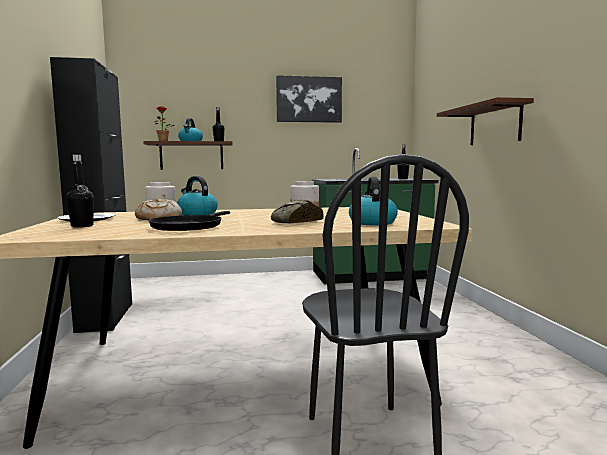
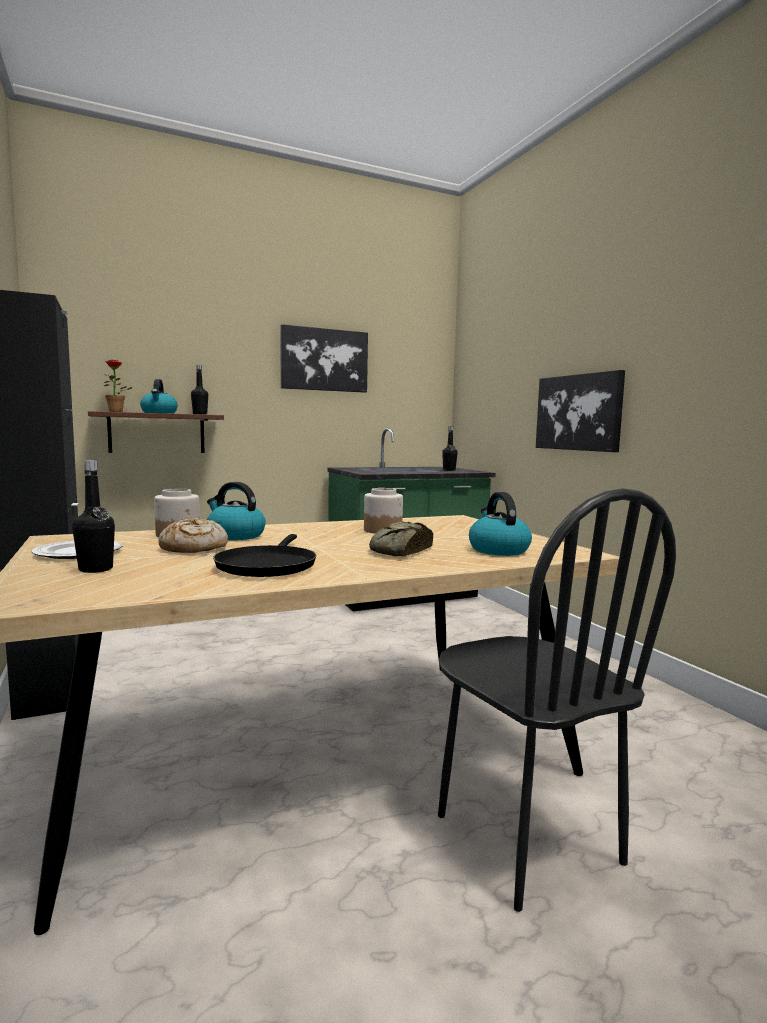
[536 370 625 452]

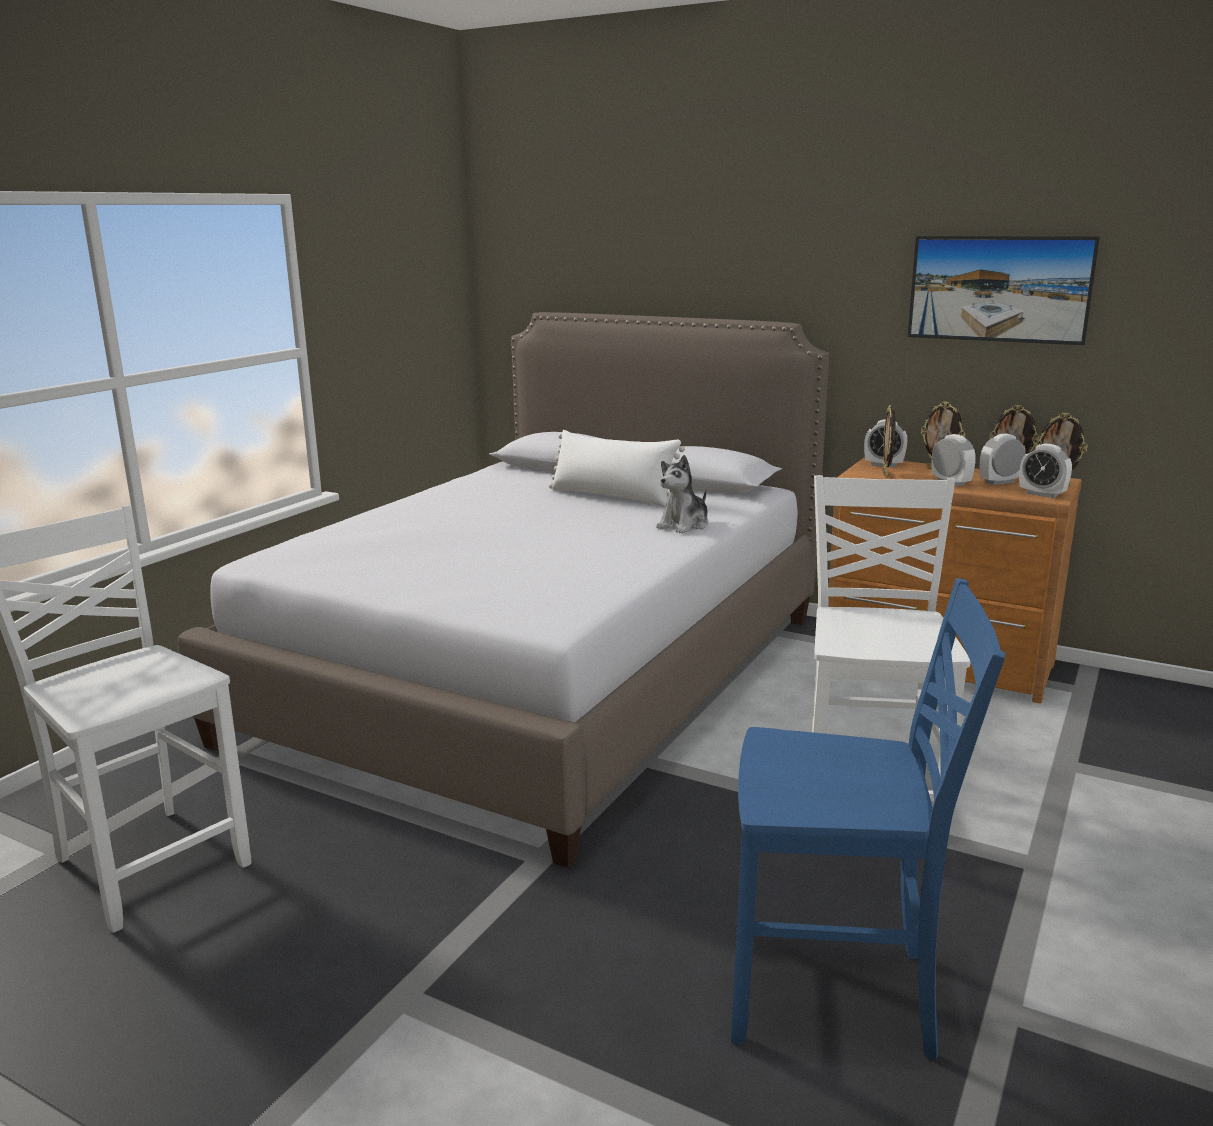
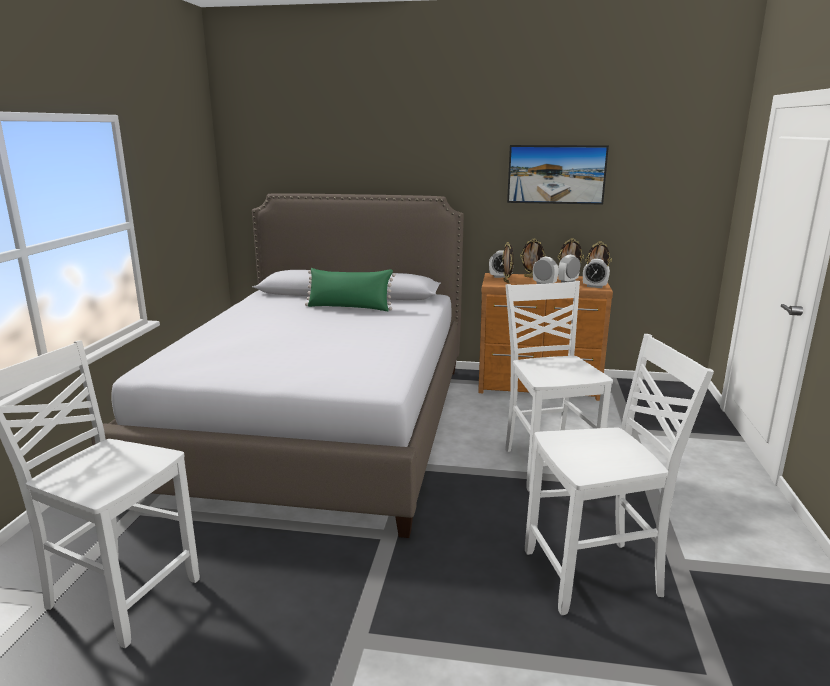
[305 268 396 311]
[656 455 708 534] (first image)
[525 334 714 615]

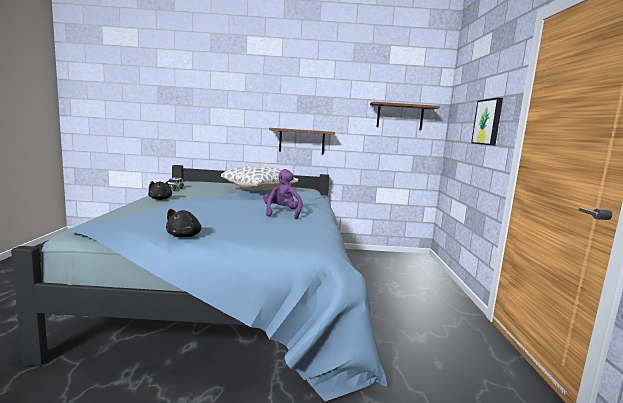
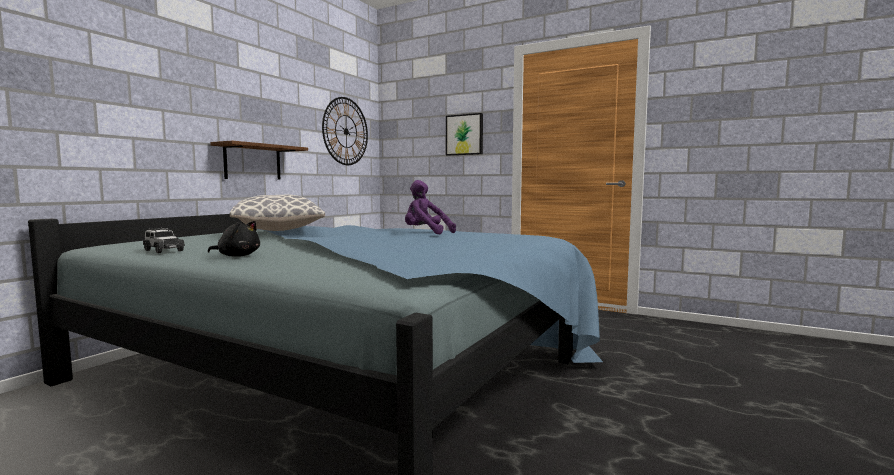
[322 97 368 165]
[166 209 201 237] (first image)

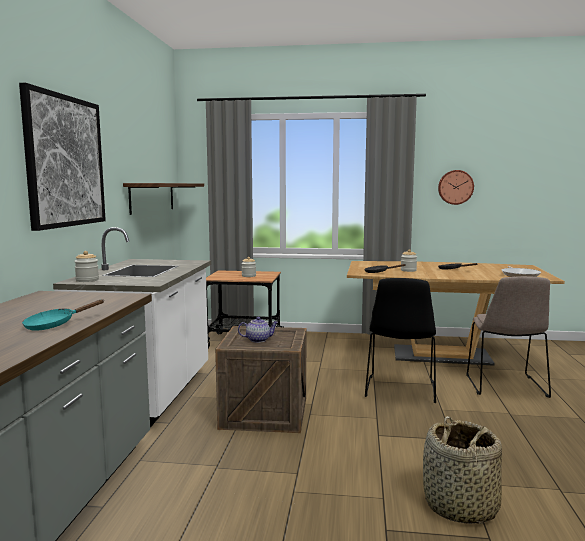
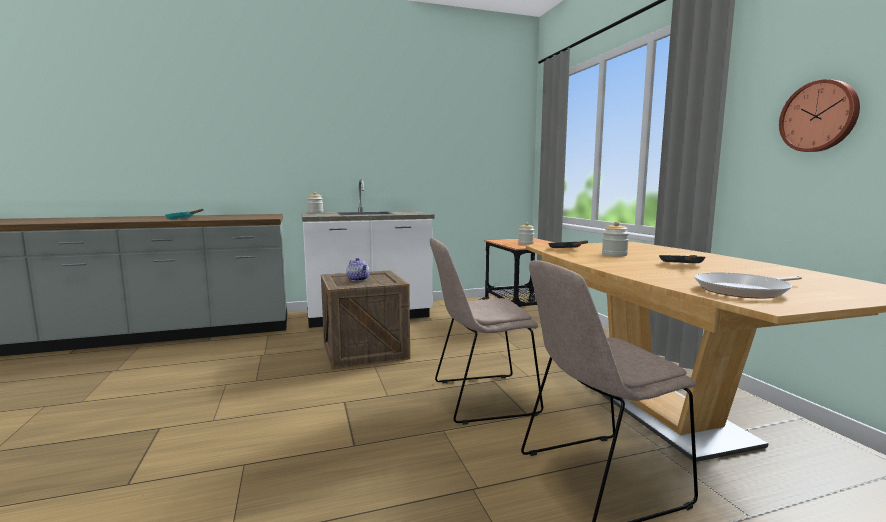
[19 83 106 231] (first image)
[123 183 204 215] (first image)
[430 238 543 425]
[423 416 502 524] (first image)

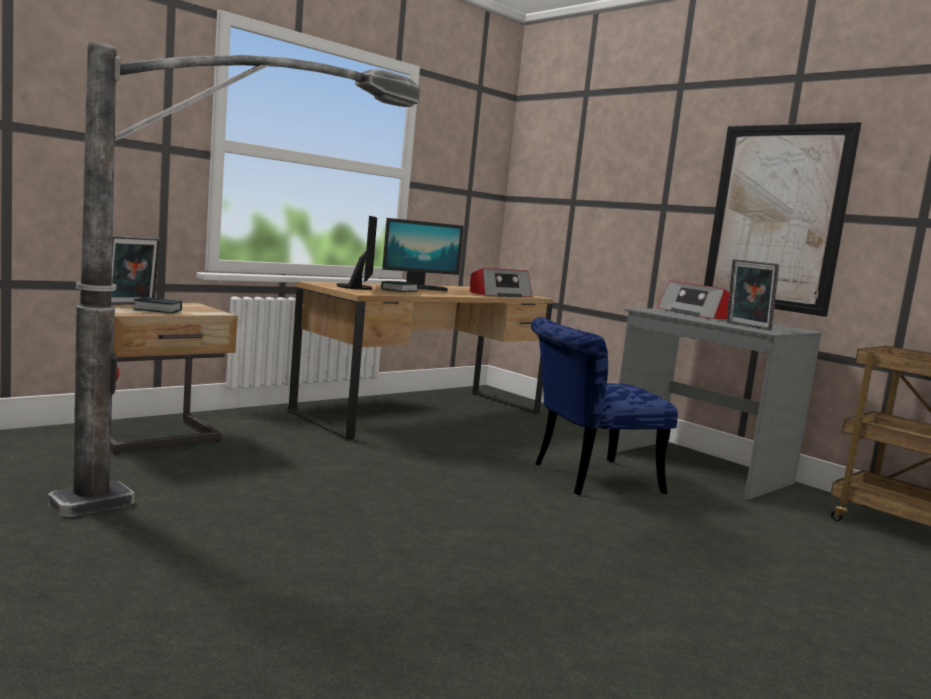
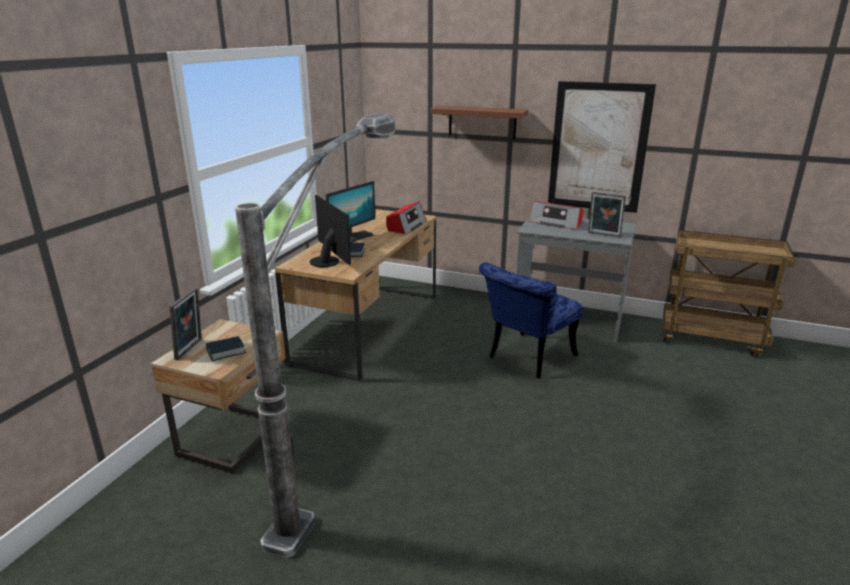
[430 105 528 140]

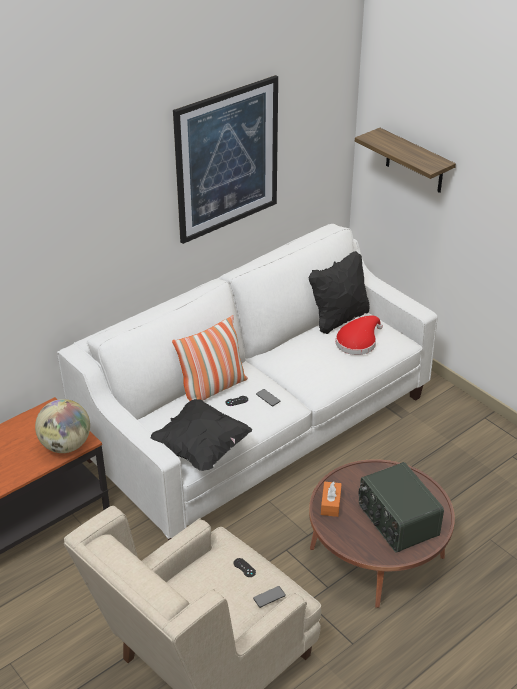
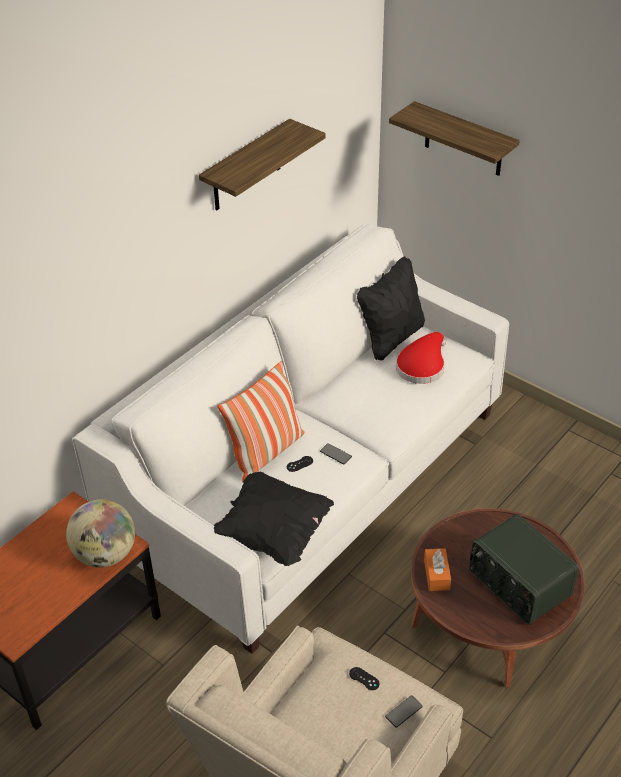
[199 119 326 210]

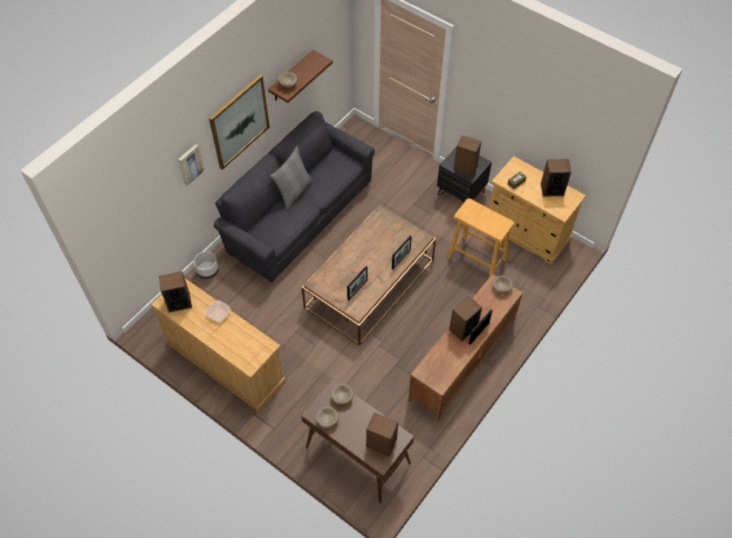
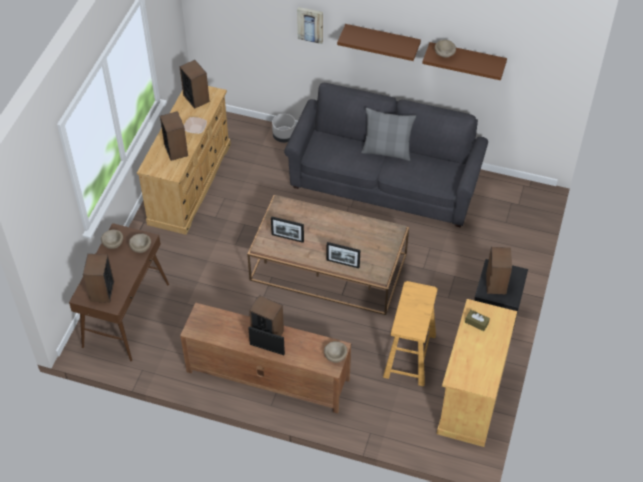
[337 24 421 61]
[160 111 188 161]

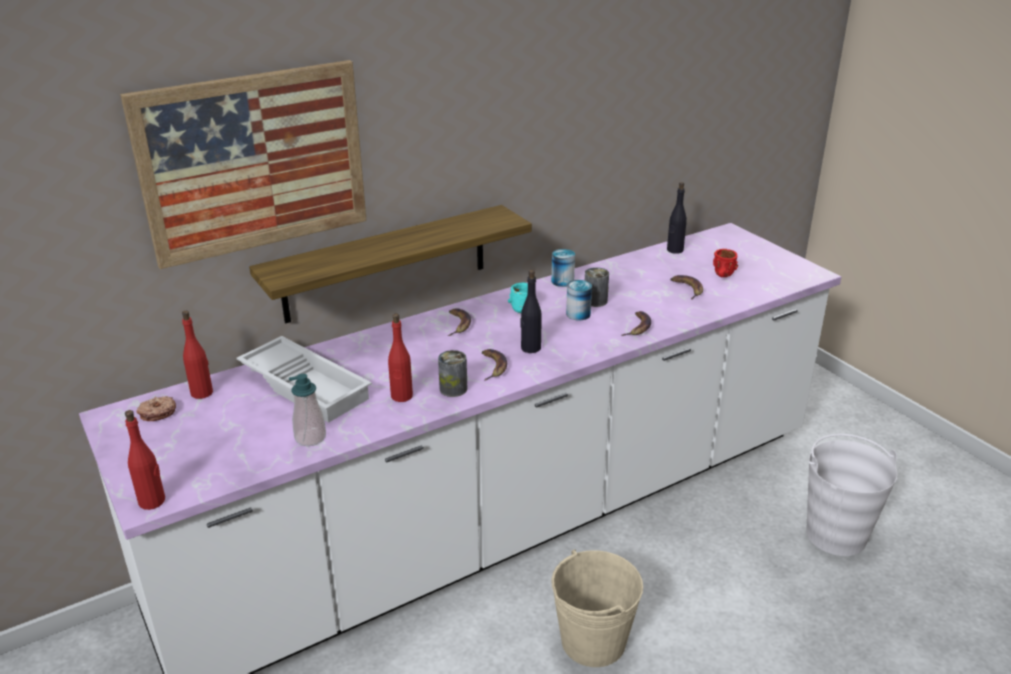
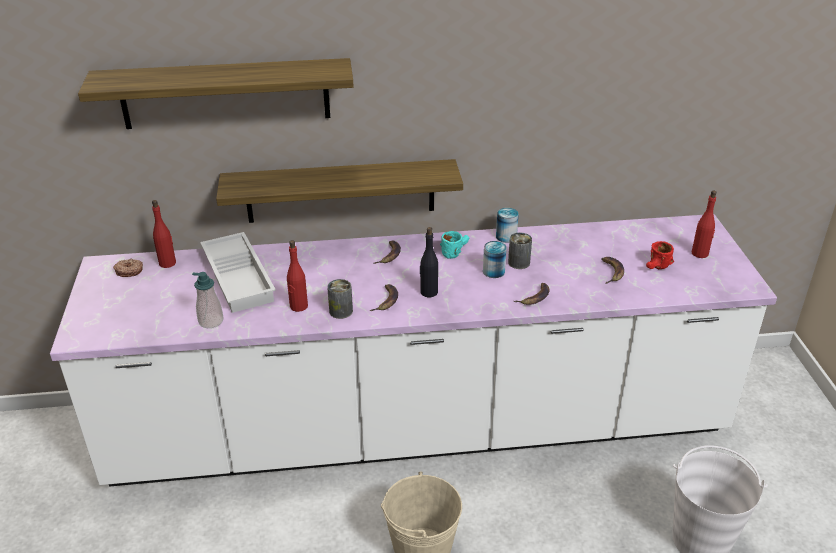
[78 58 354 129]
[667 182 687 254] (first image)
[692 190 716 258]

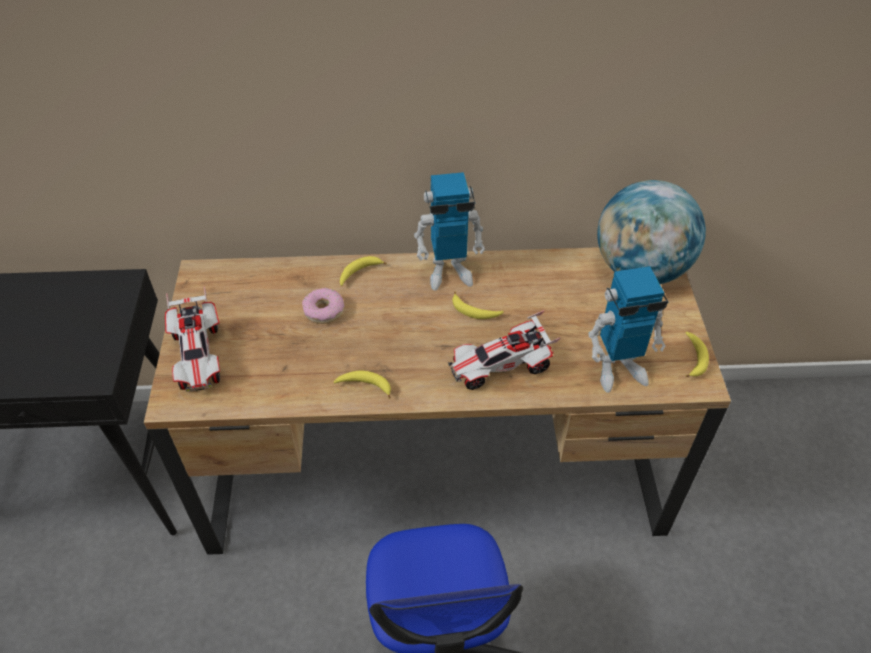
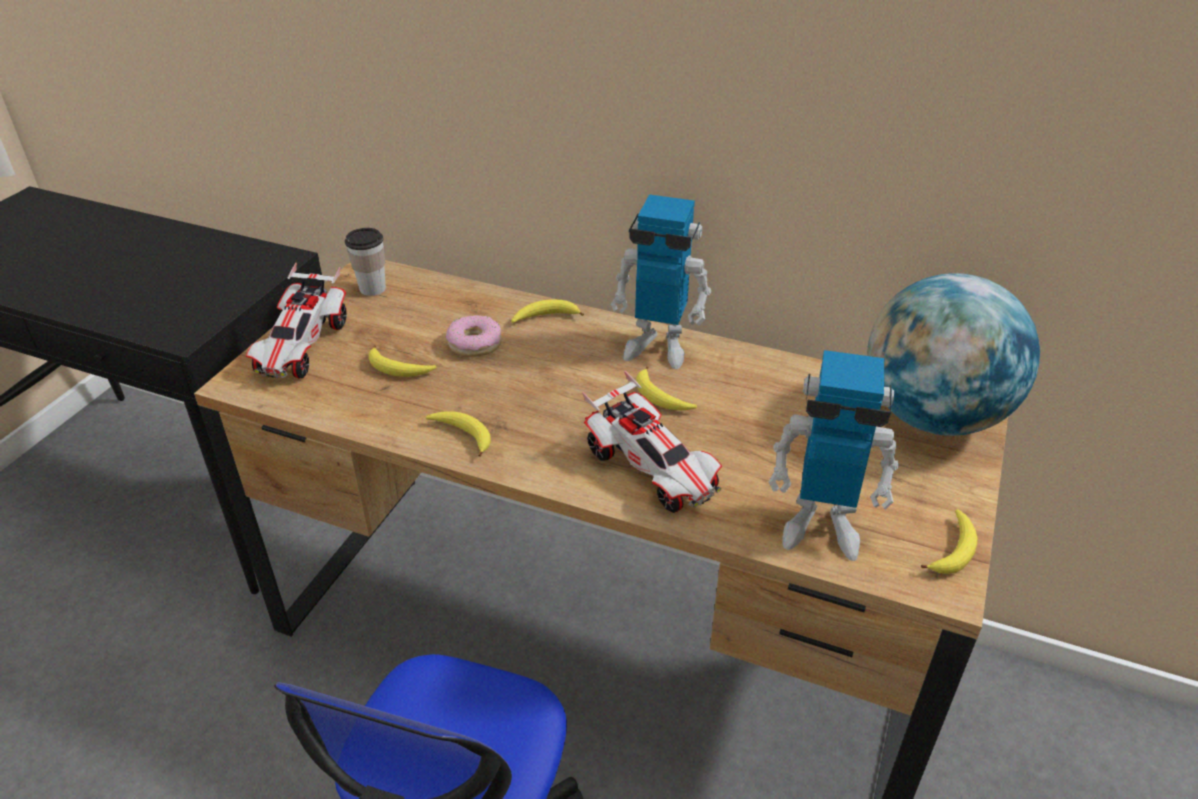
[582 371 722 513]
[345 228 386 296]
[369 345 436 377]

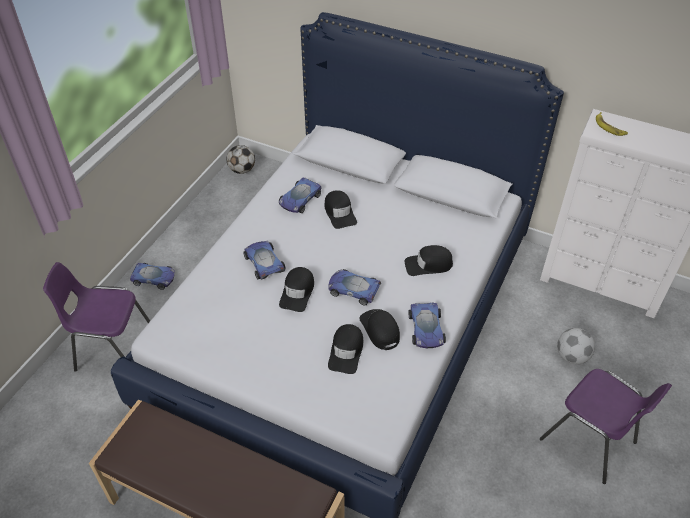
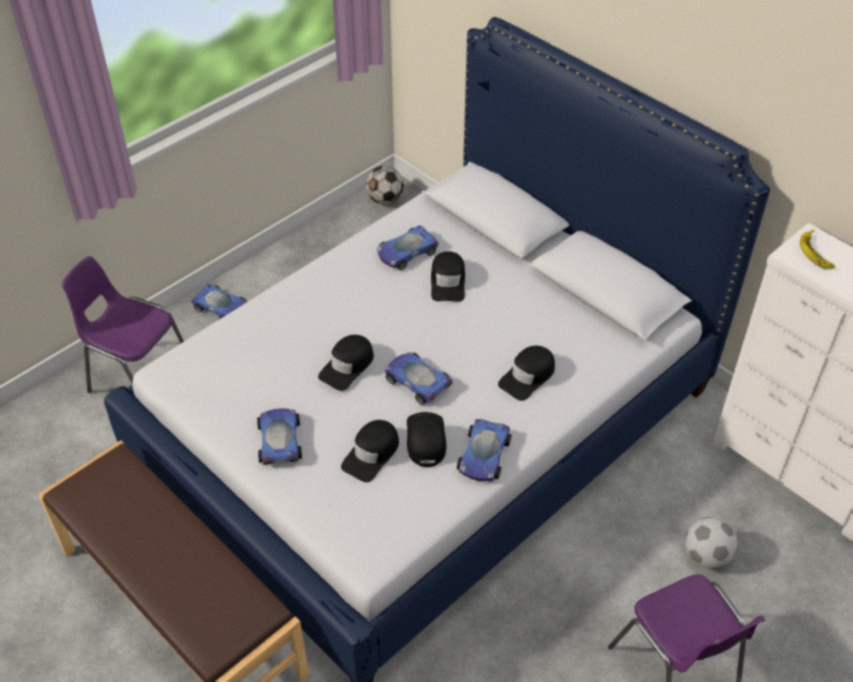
[257 408 302 465]
[498 346 555 401]

